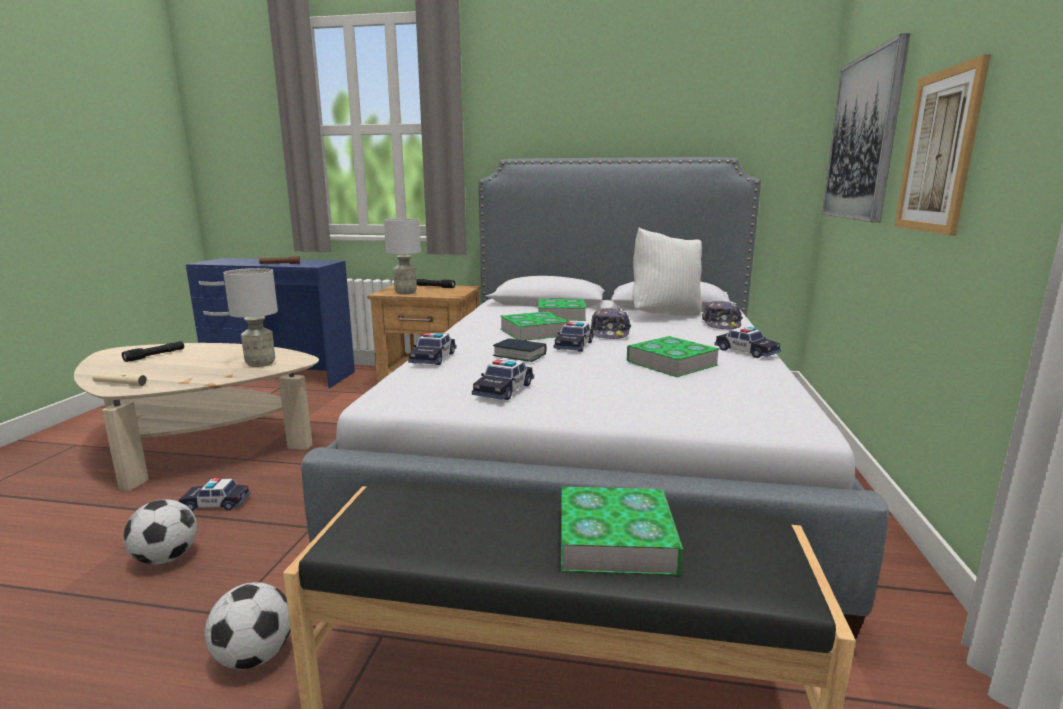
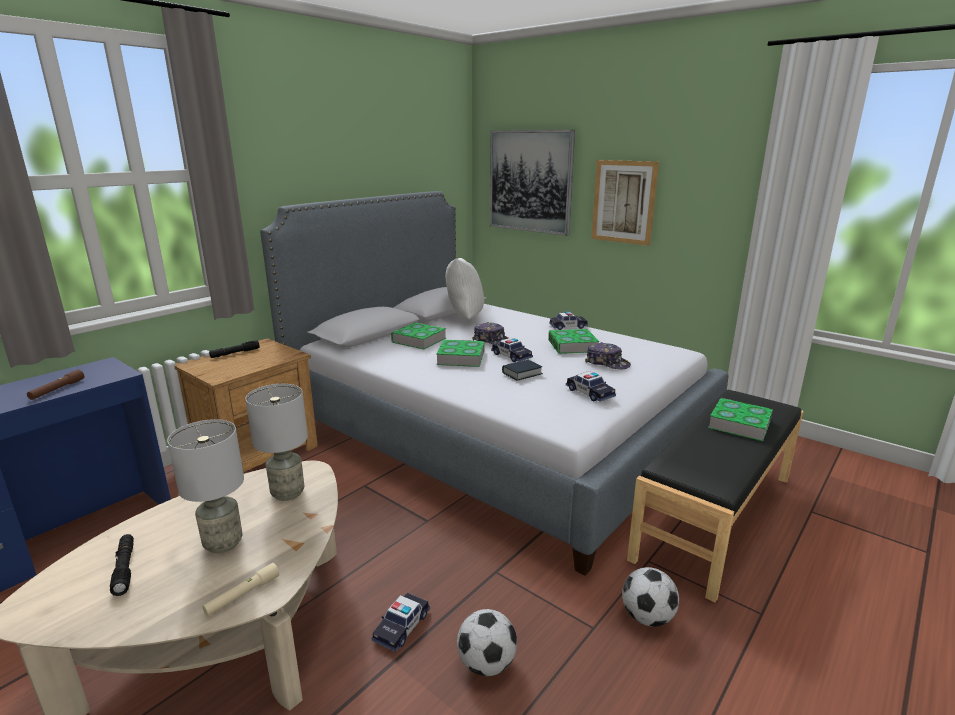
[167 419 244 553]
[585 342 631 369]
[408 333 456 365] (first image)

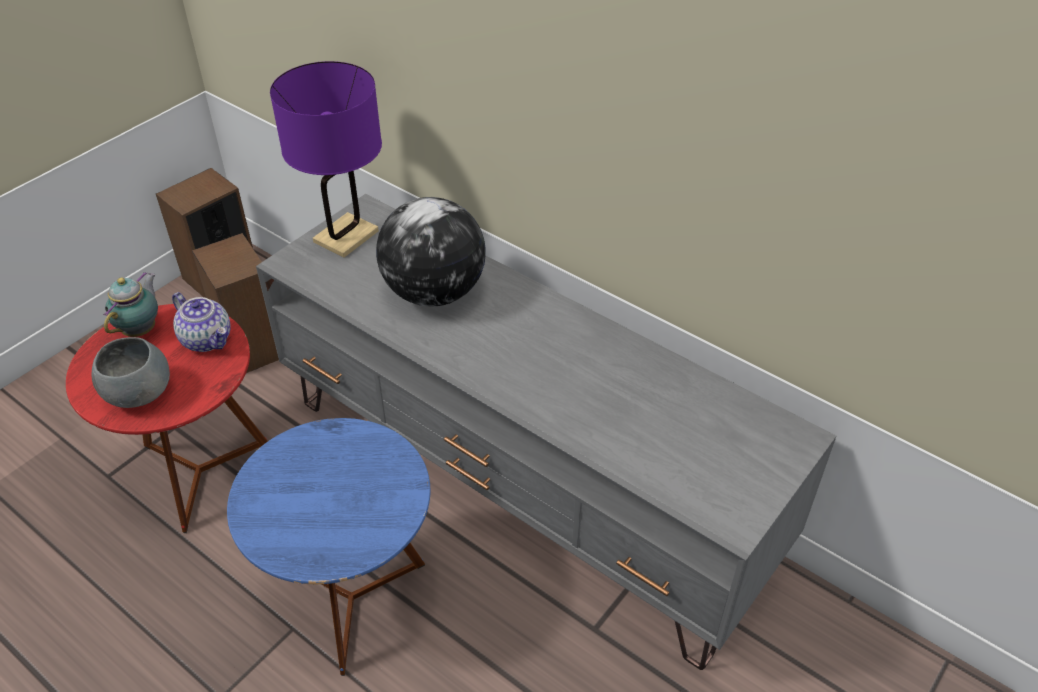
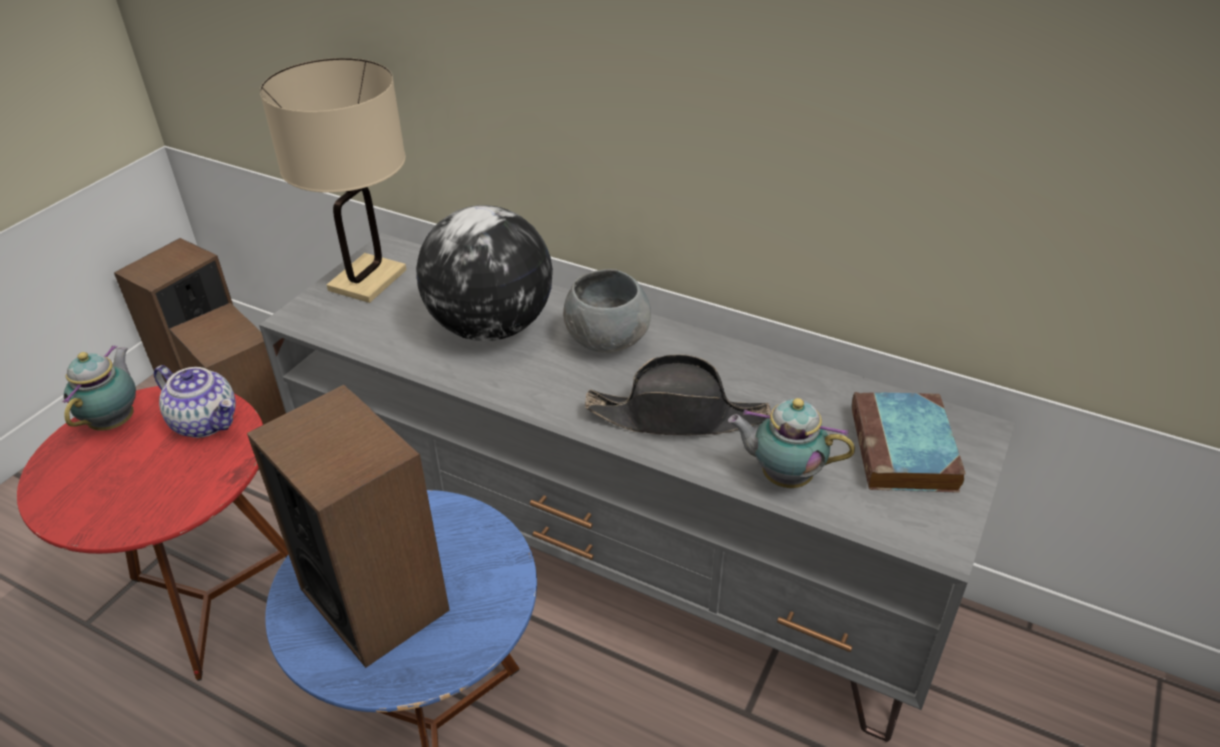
[260 58 406 303]
[563 269 651 353]
[585 354 771 436]
[247 385 450 668]
[851 392 966 493]
[728 398 855 488]

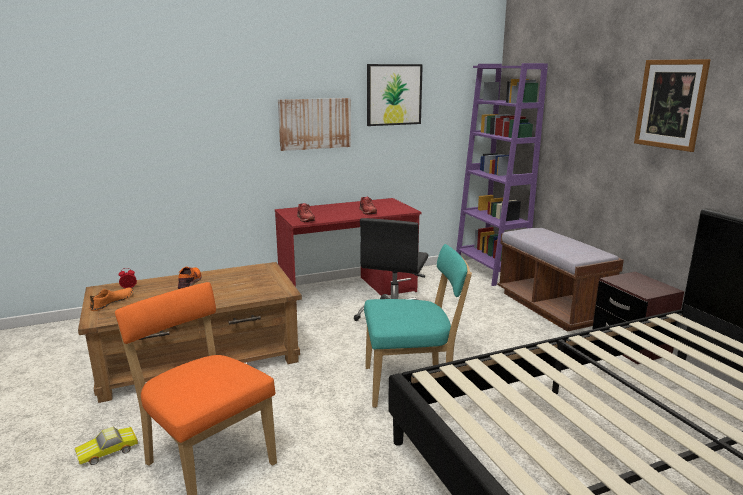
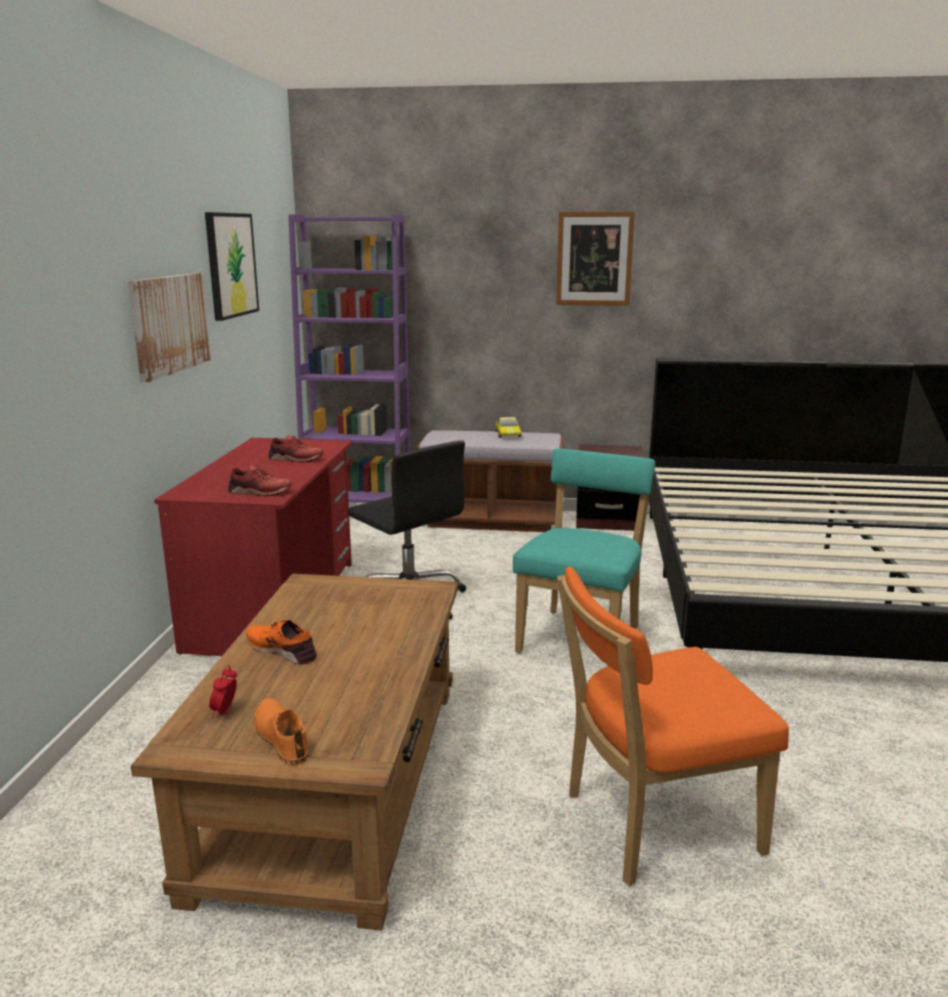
[495 417 522 437]

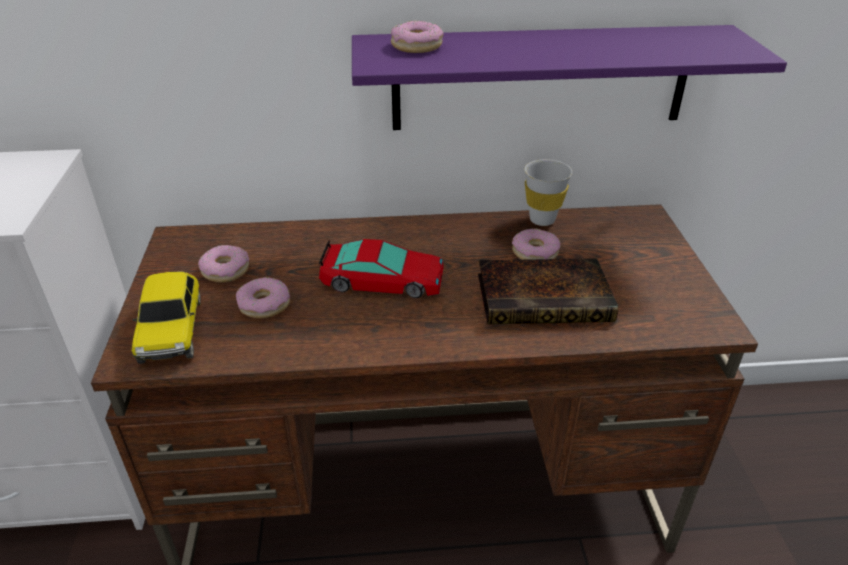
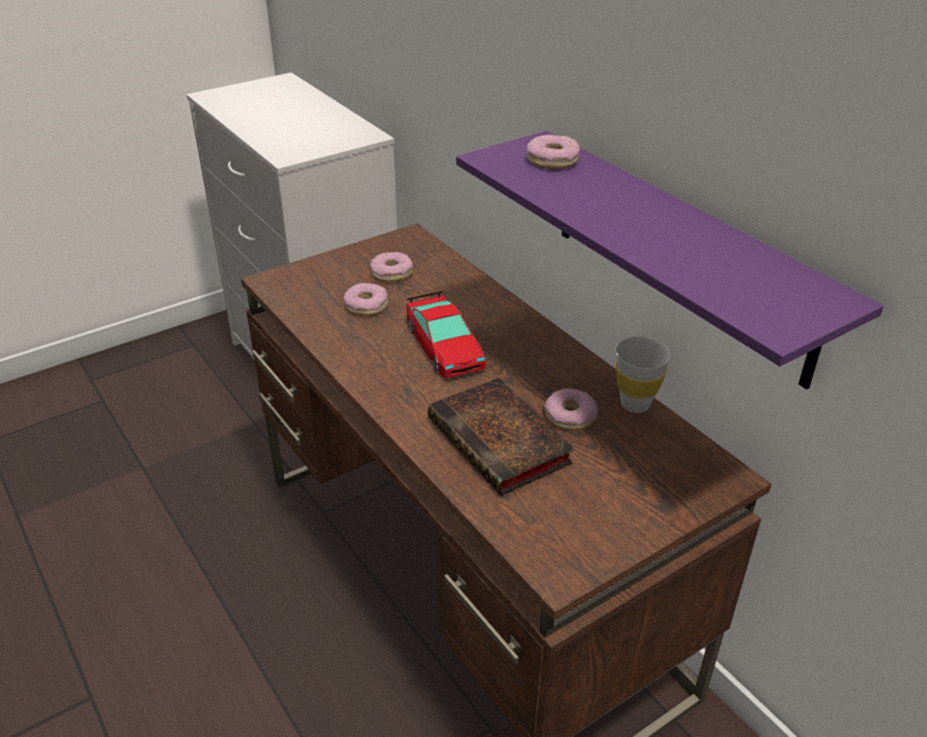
[132 272 201 364] (first image)

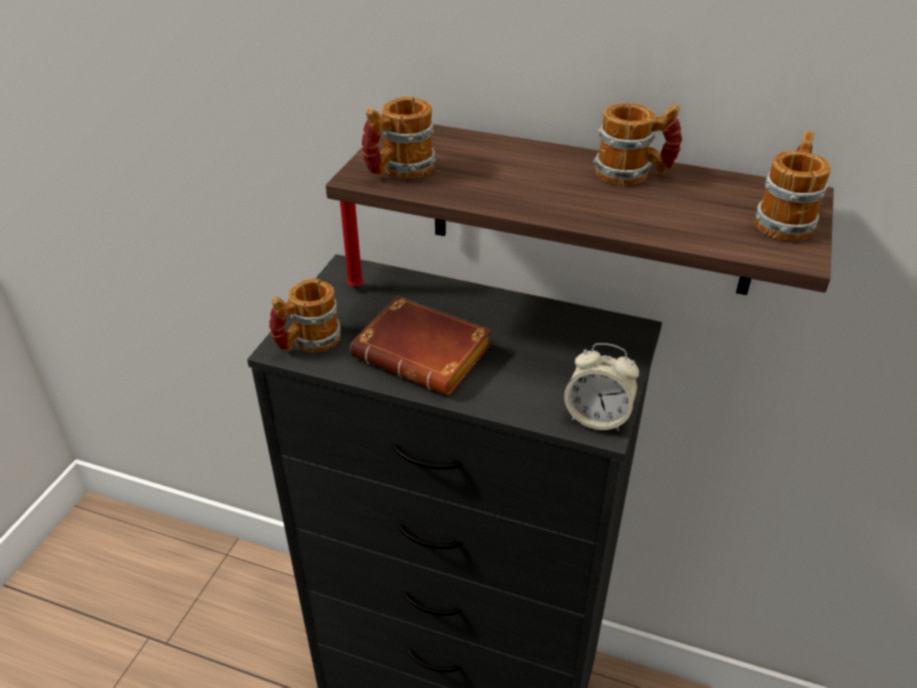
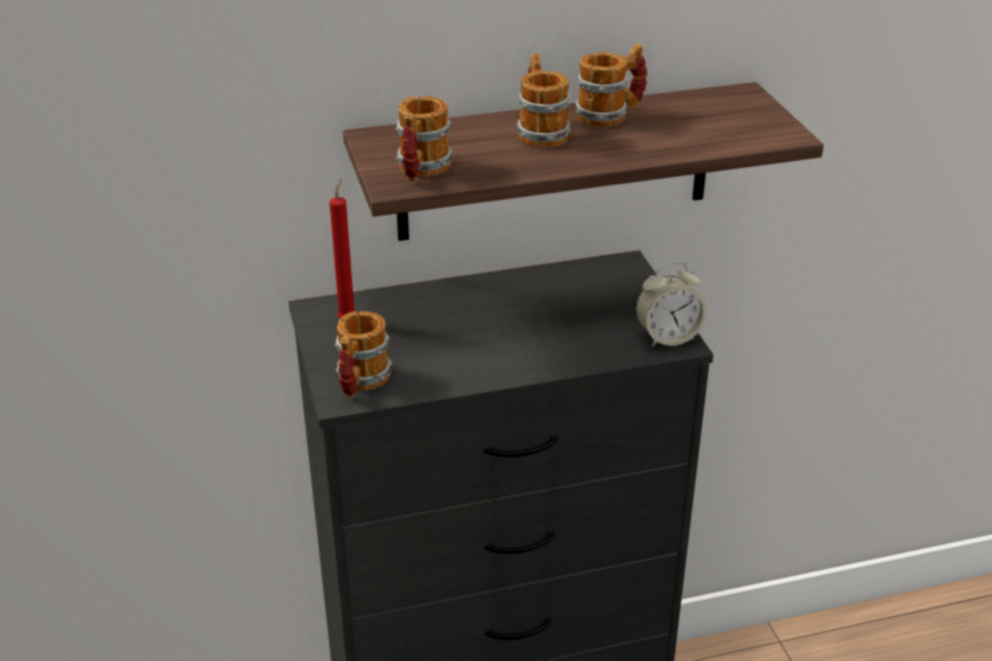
[517 53 571 148]
[350 296 492 396] (first image)

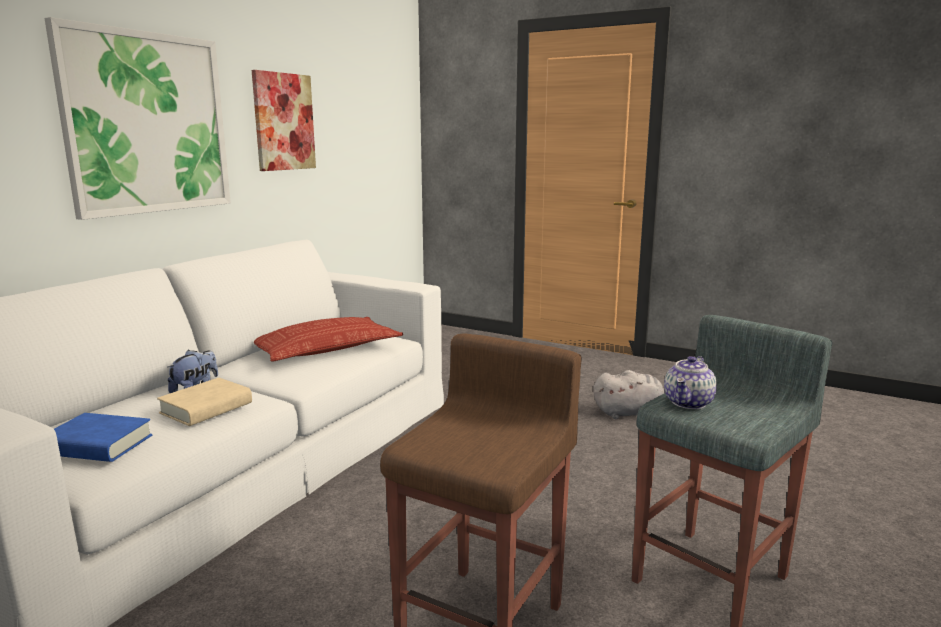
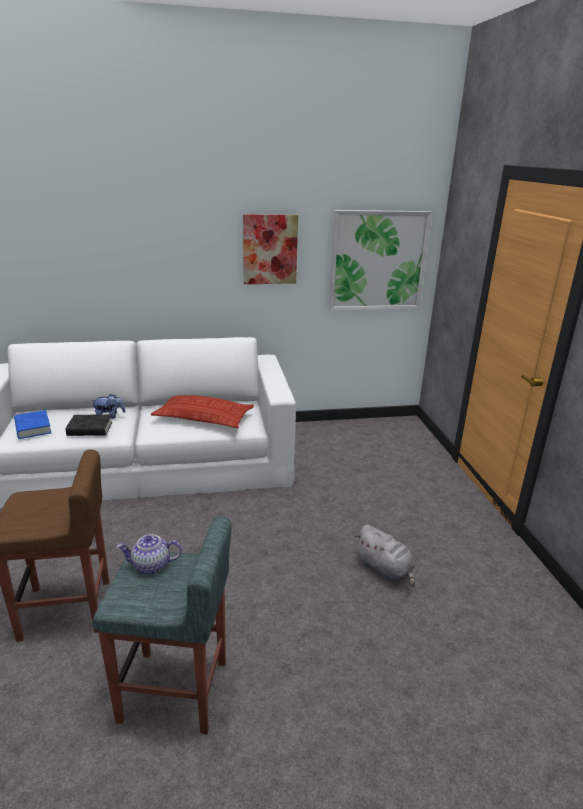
[329 210 432 311]
[66 415 113 436]

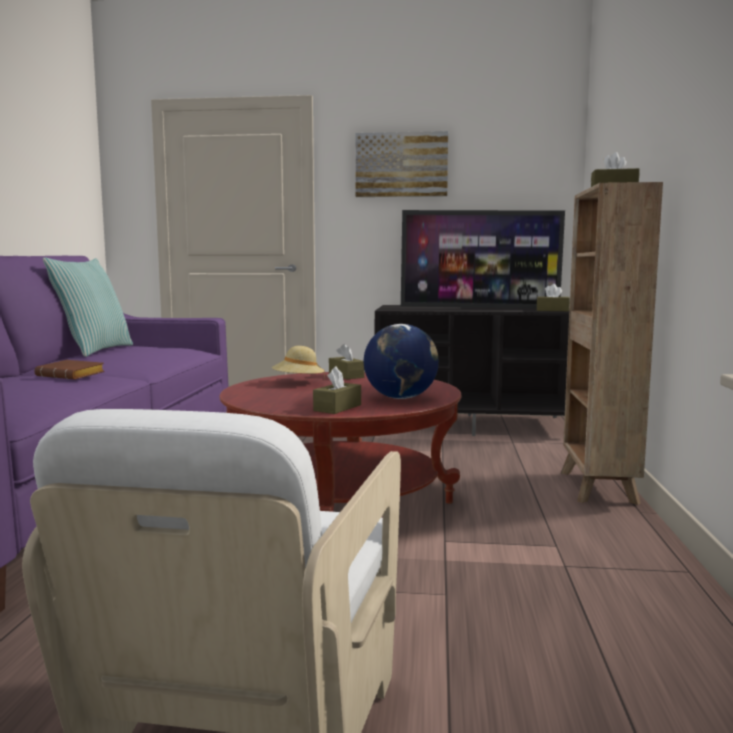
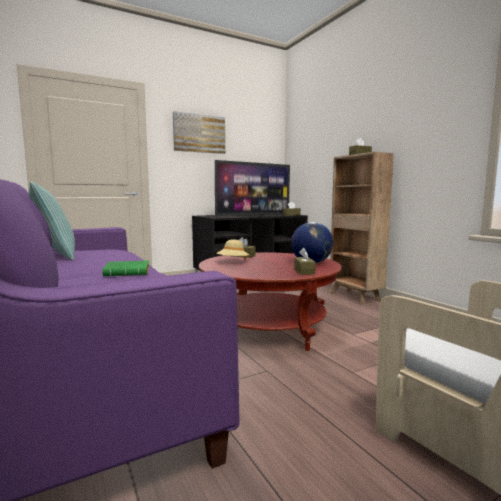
[102 260 149 276]

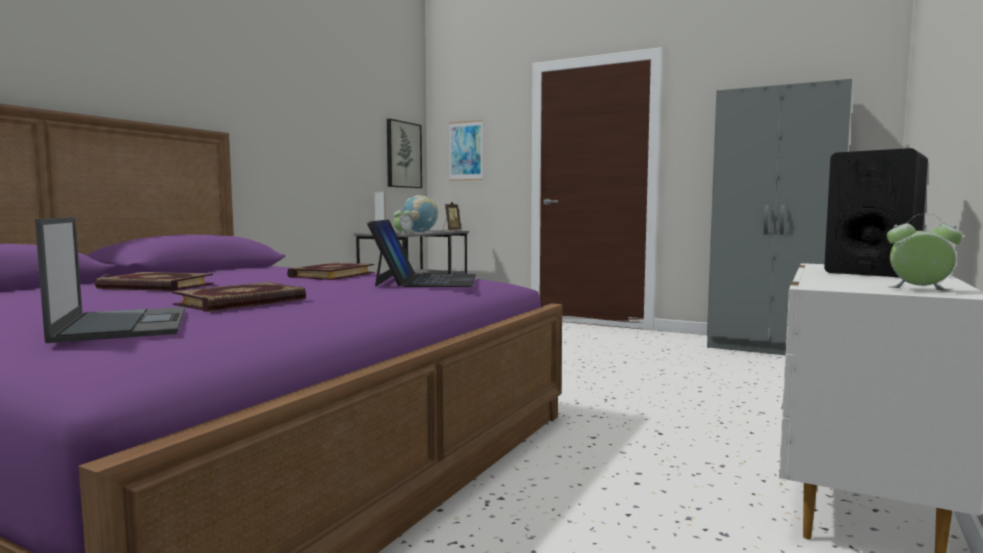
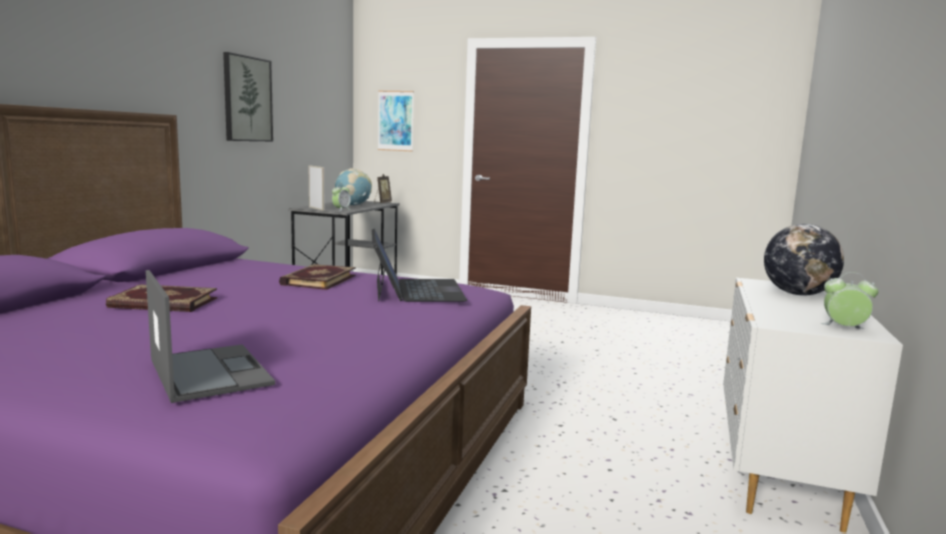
[707 79 852 355] (first image)
[223 52 273 141]
[764 224 844 296]
[172 282 306 312] (first image)

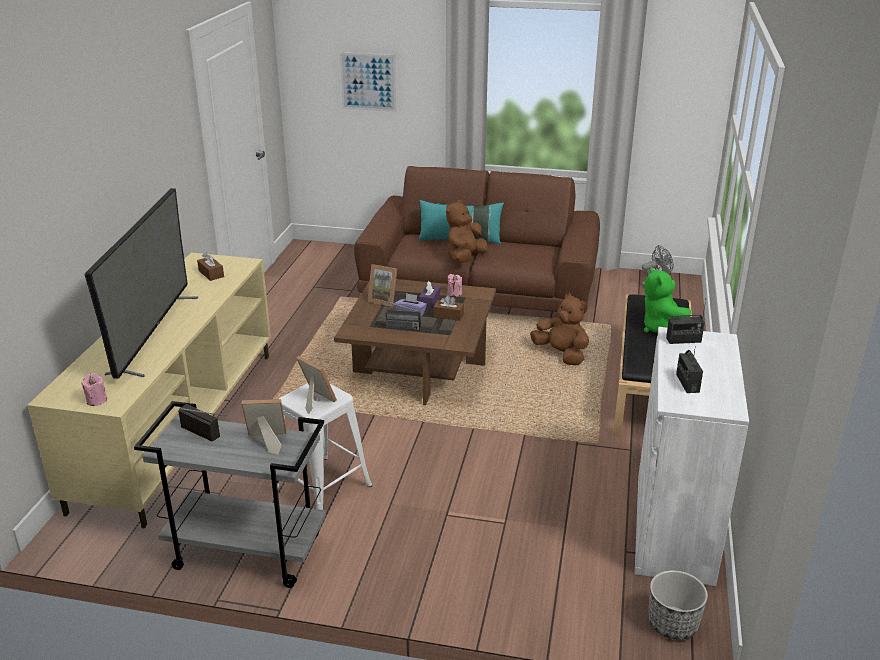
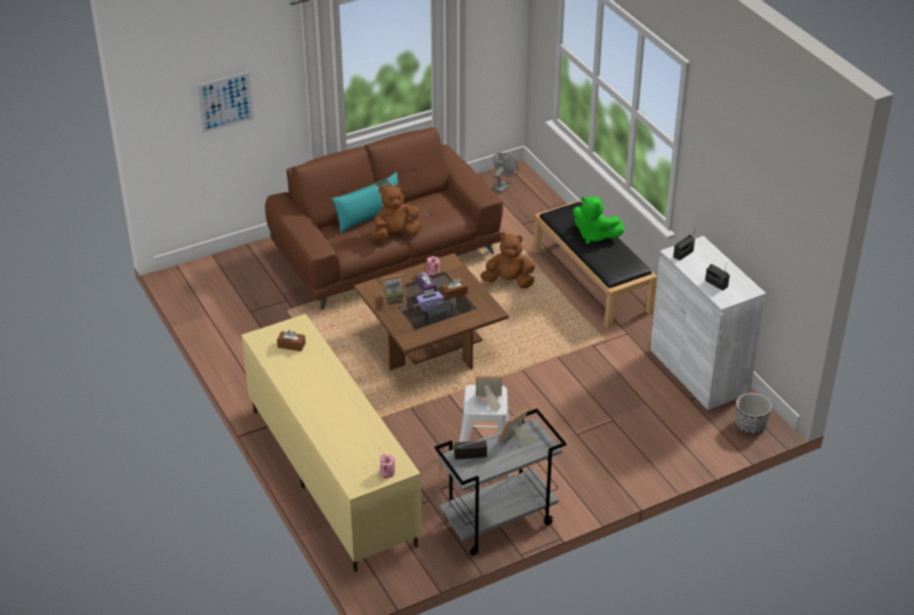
[85 188 198 379] (first image)
[372 184 421 240]

